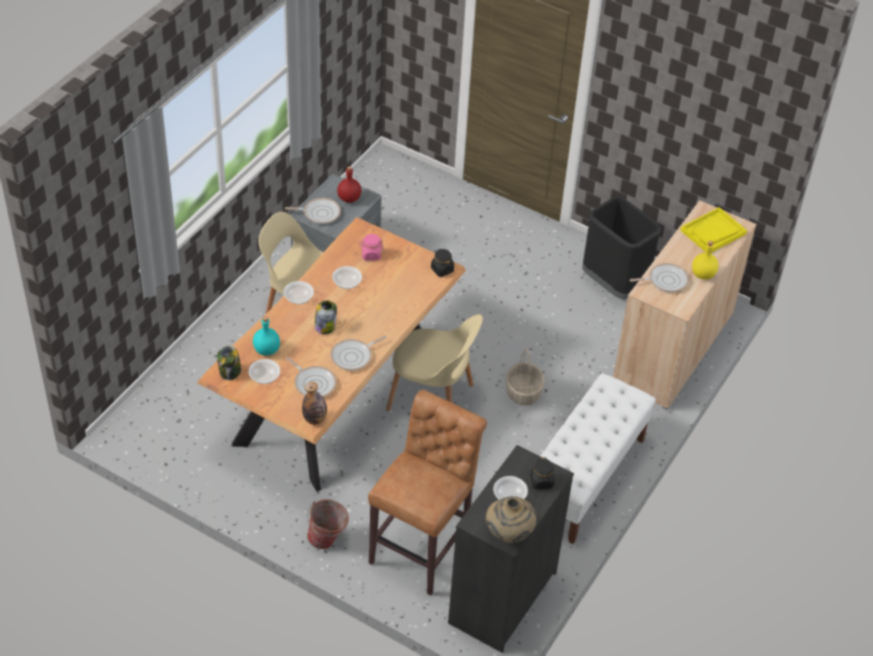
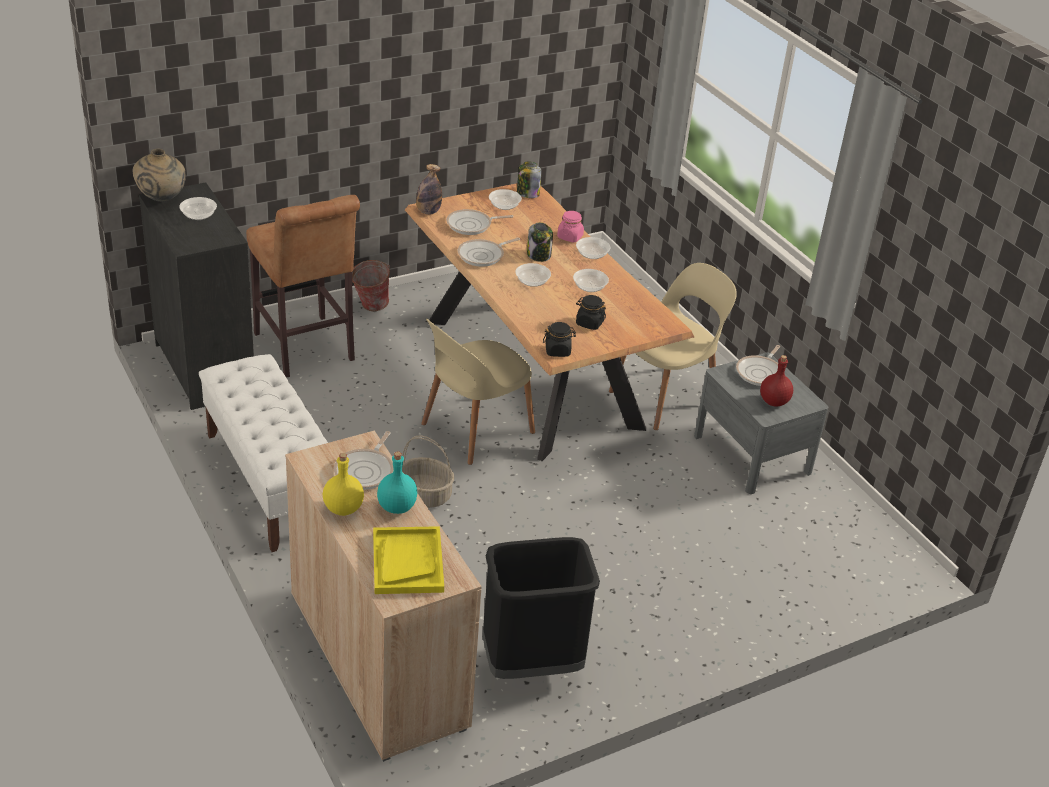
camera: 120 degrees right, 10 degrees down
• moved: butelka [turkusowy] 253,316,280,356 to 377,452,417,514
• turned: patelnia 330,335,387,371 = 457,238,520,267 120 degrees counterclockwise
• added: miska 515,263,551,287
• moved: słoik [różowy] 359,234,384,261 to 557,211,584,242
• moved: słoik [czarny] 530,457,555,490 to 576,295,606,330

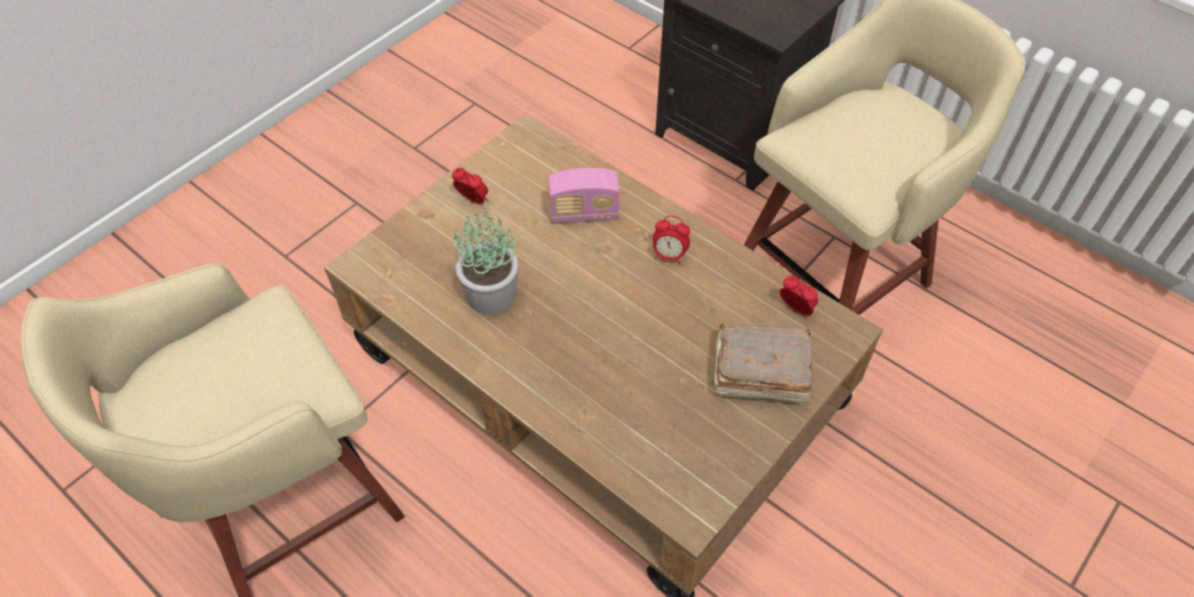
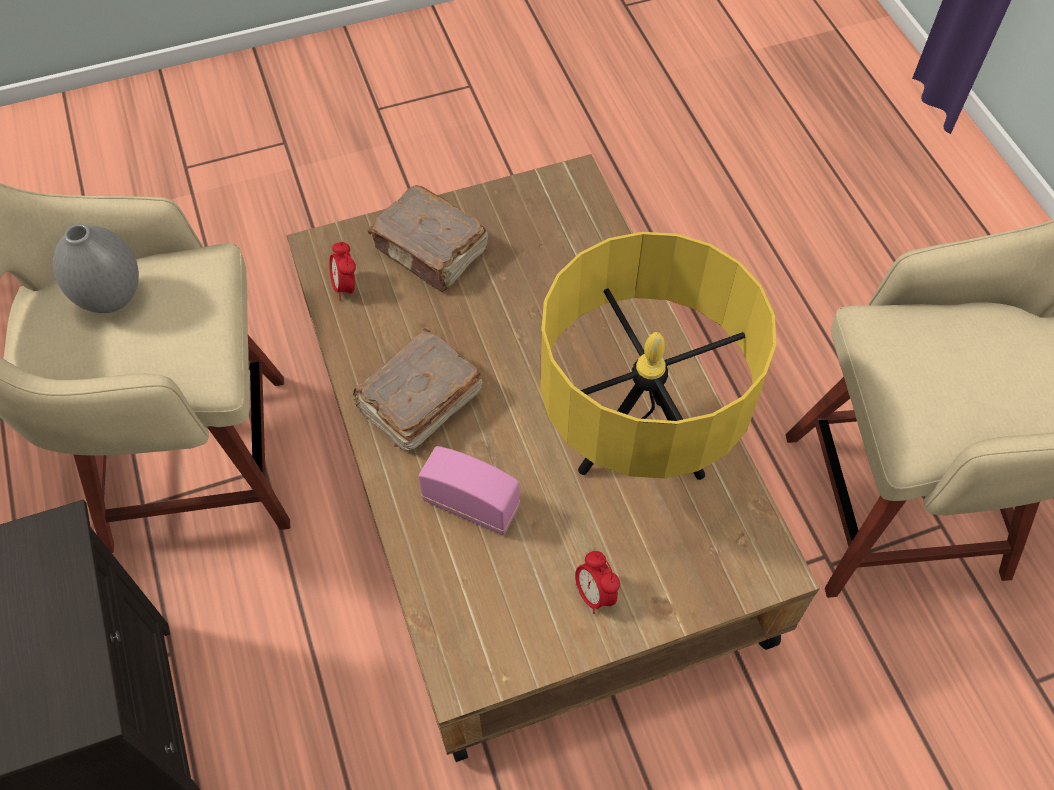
camera: 150 degrees left, 5 degrees up
• added: wazon [szary] 53,224,139,313
• replaced: budzik 653,216,690,265 to książka [brązowy] 353,328,482,452
• replaced: roślina doniczkowa 453,207,519,314 to lampa stołowa [żółty] 540,232,777,480

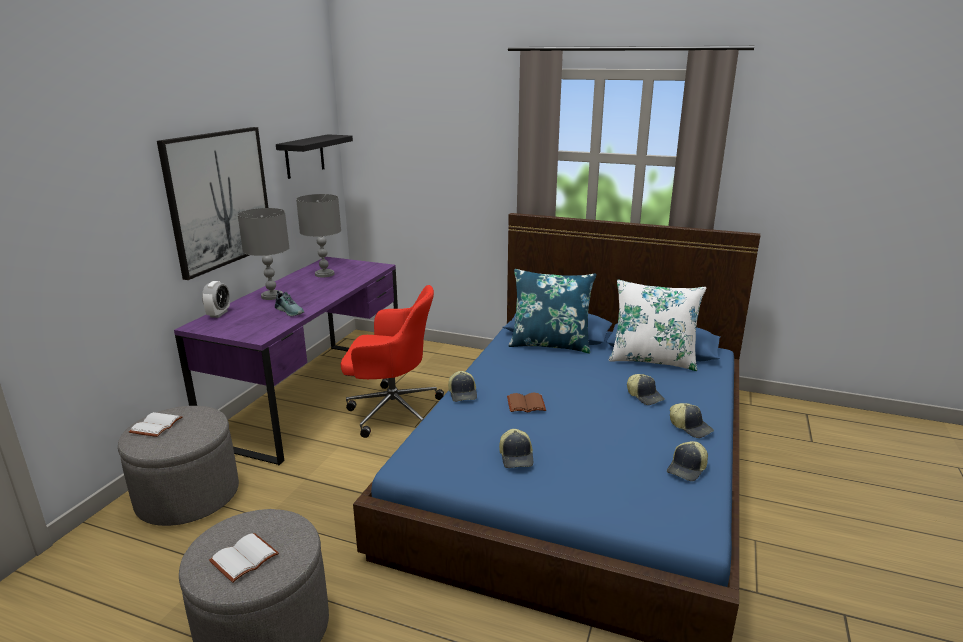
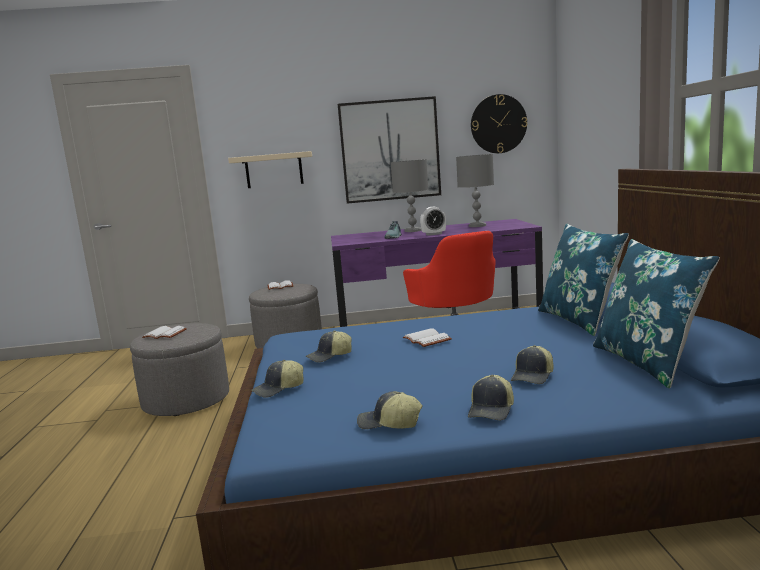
camera: 65 degrees right, 10 degrees down
• added: półka [beżowy] 228,151,312,188
• moved: czapka z daszkiem 448,371,477,402 to 251,360,304,398
• recoloured: książka [brązowy] 507,393,546,412 to książka [biały] 403,329,452,347
• moved: budzik 202,281,230,318 to 420,207,446,236
• replaced: półka [czarny] 276,134,353,179 to zegar ścienny 471,94,527,153
• recoloured: poduszka [biały] 608,280,707,371 to poduszka [niebieski] 593,239,720,388

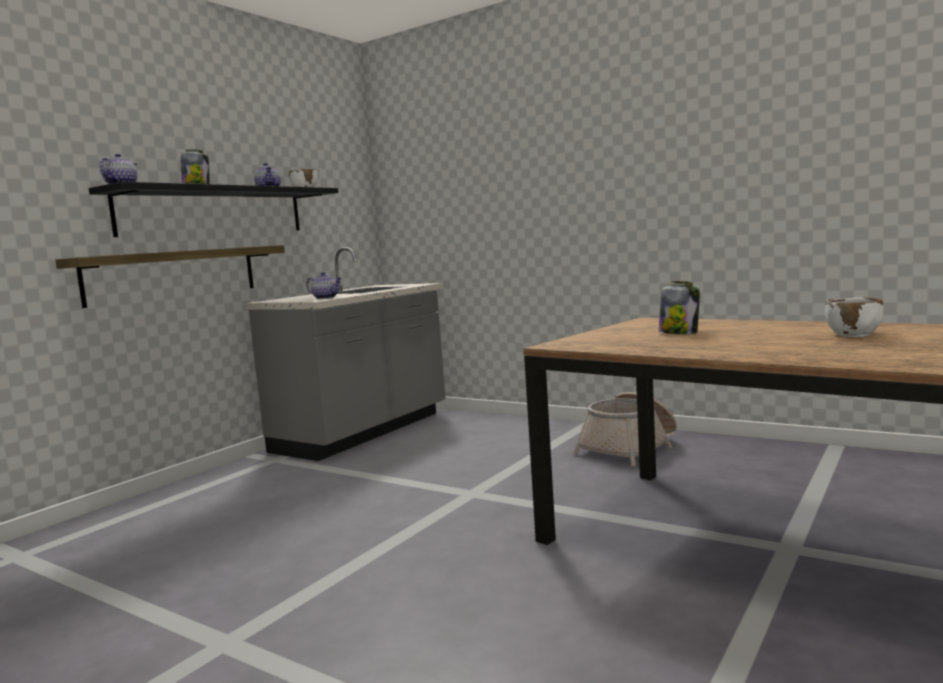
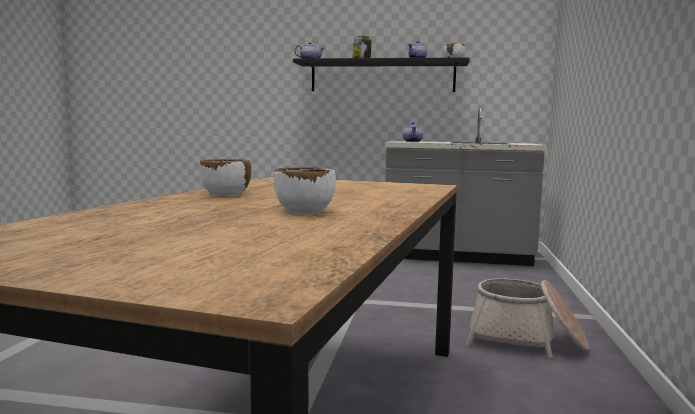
camera: 65 degrees right, 0 degrees up
• added: miska [biały] 199,159,251,196
• removed: półka 55,245,285,308
• removed: słoik 659,281,700,334

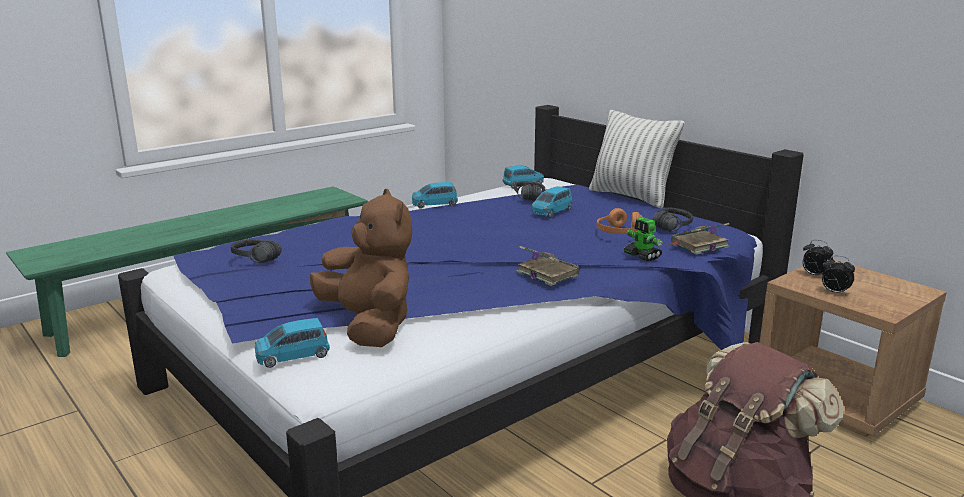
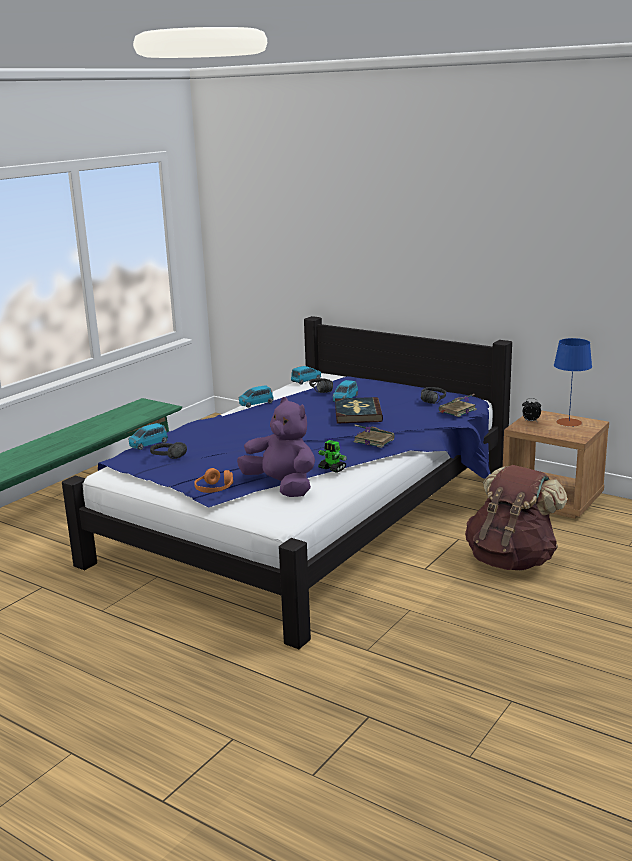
camera: 15 degrees left, 0 degrees up
• moved: samochodzik [niebieski] 255,318,330,368 to 128,423,168,450
• moved: słuchawki [pomarańczowy] 597,208,642,234 to 194,468,233,493
• recoloured: pluszak [brązowy] 310,189,412,347 to pluszak [fioletowy] 237,397,315,497
• moved: robot zabawkowy 624,217,663,262 to 318,440,347,473
• added: książka 335,397,383,424
• added: lampa stołowa [niebieski] 554,338,592,427
• removed: poduszka 589,110,685,208
• removed: budzik 822,255,855,295

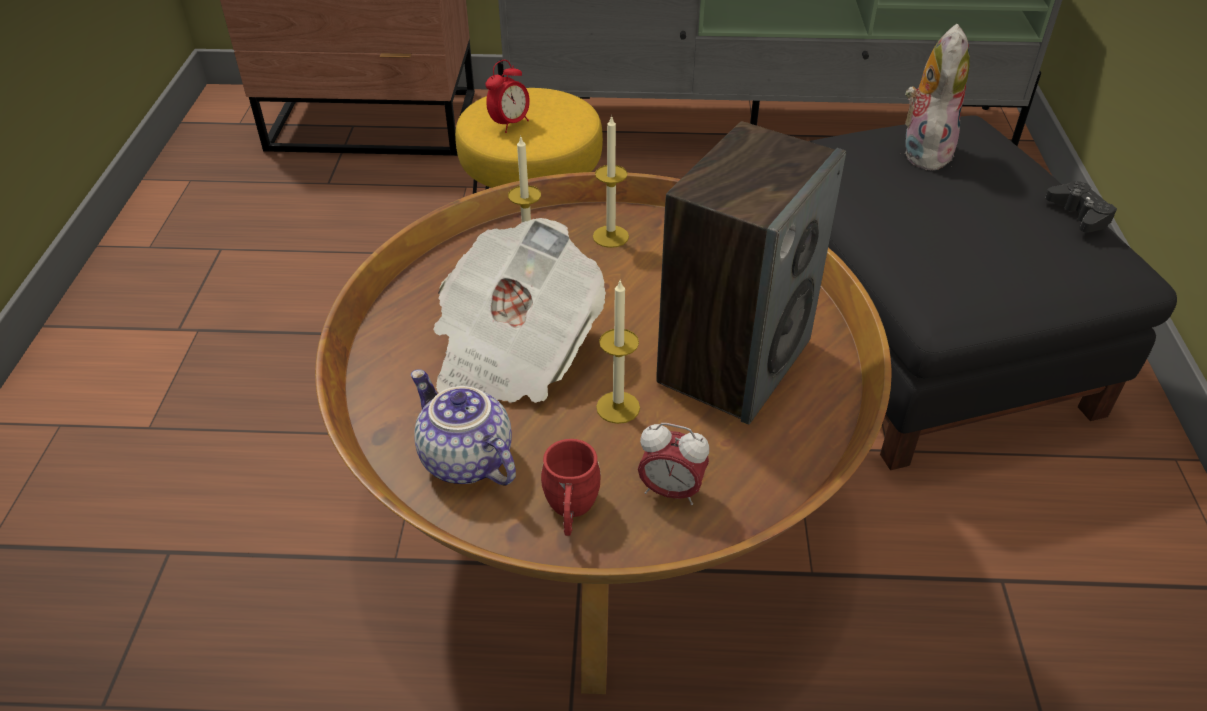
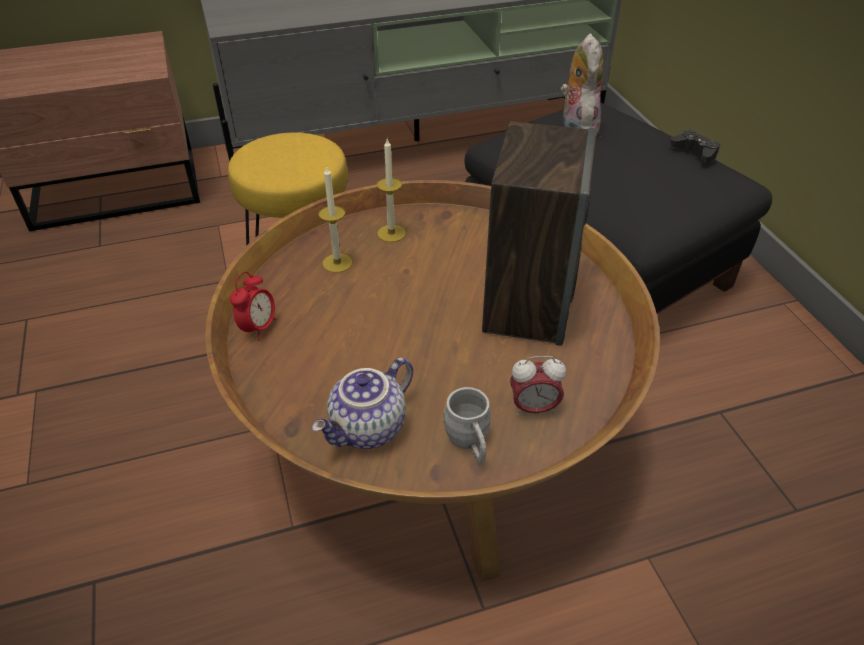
camera: 20 degrees left, 0 degrees up
• moved: budzik 486,60,530,133 to 230,272,276,340
• turned: imbryk 411,369,516,486 = 312,358,413,449 75 degrees counterclockwise
• recoloured: kubek [czerwony] 541,439,601,536 to kubek [szary] 443,387,491,463
• removed: gazeta 433,218,606,403
• removed: świeca 596,281,640,424

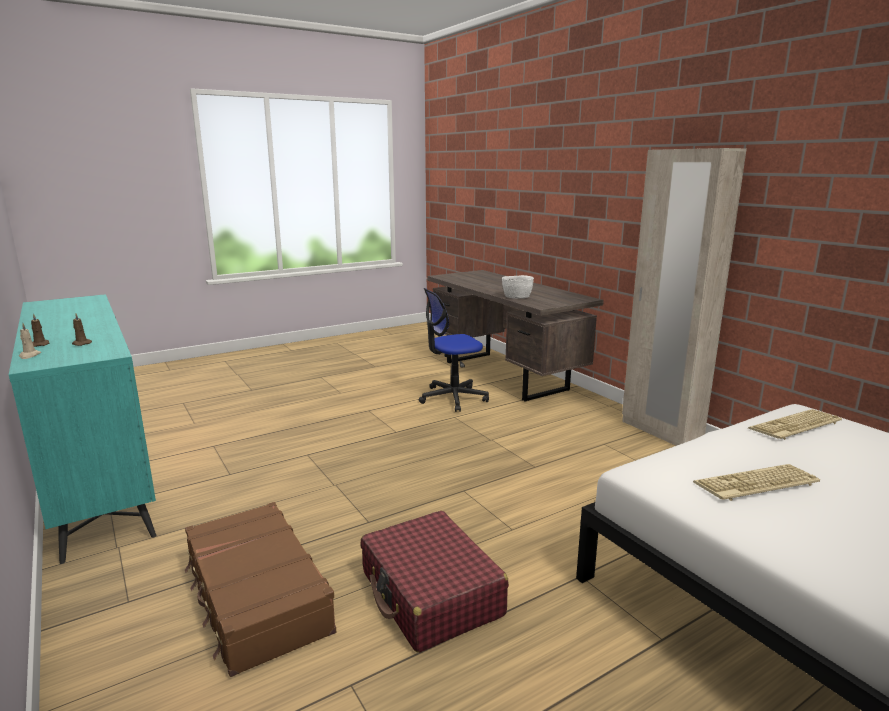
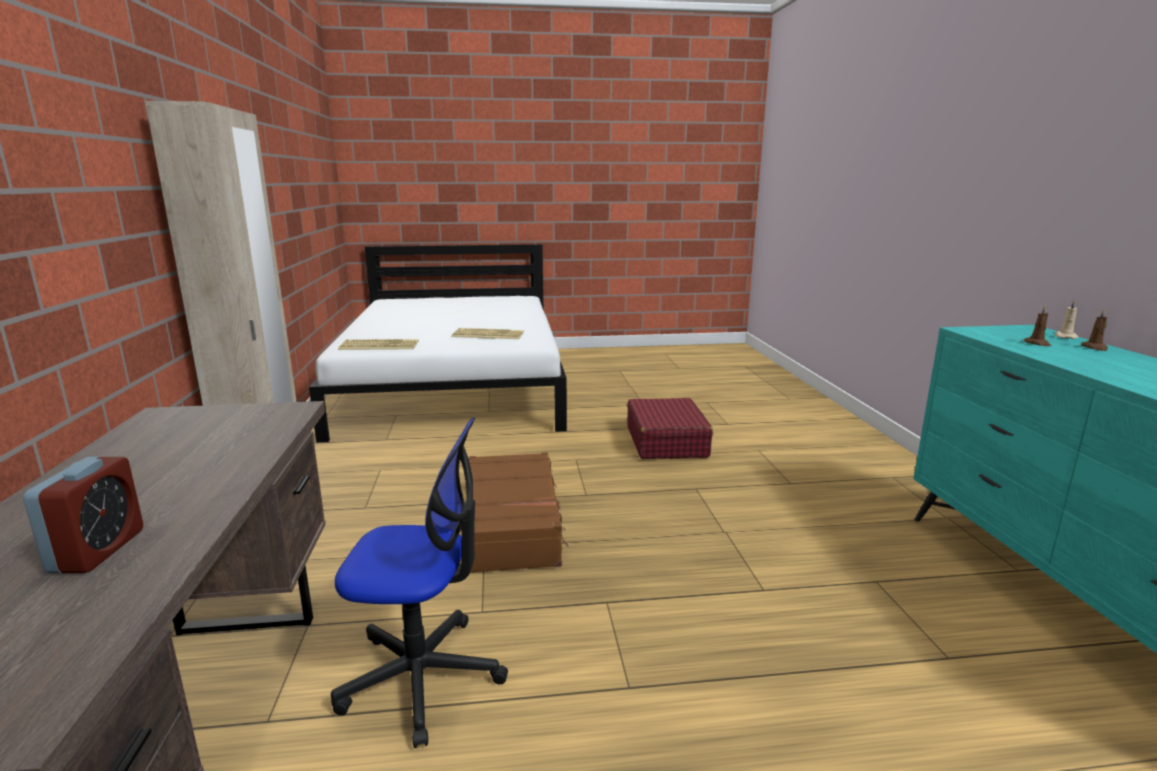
camera: 155 degrees left, 0 degrees up
• added: budzik 23,457,143,573
• moved: walizka [brązowy] 184,502,336,677 to 465,452,569,573
• removed: miska [biały] 502,275,534,299

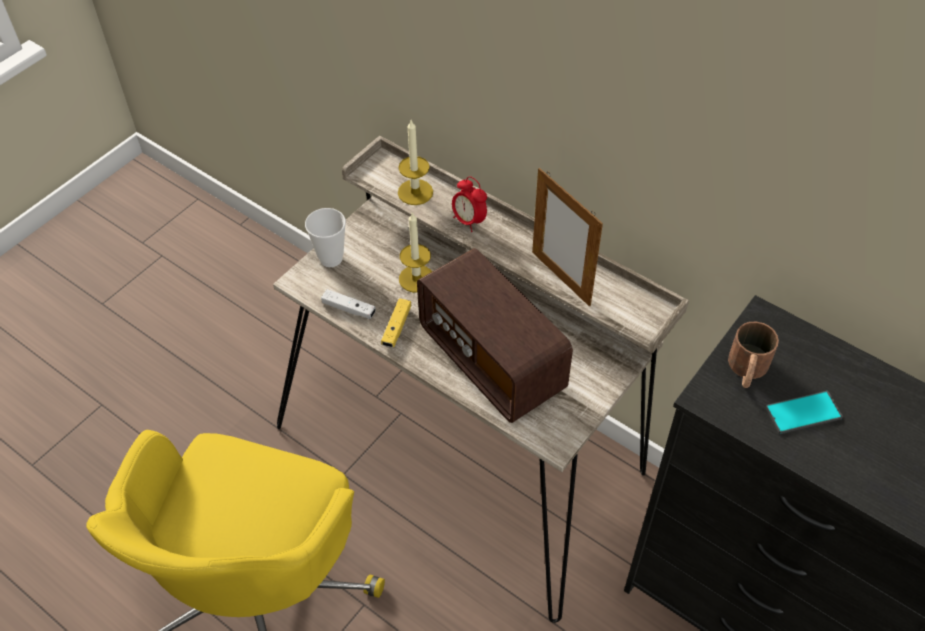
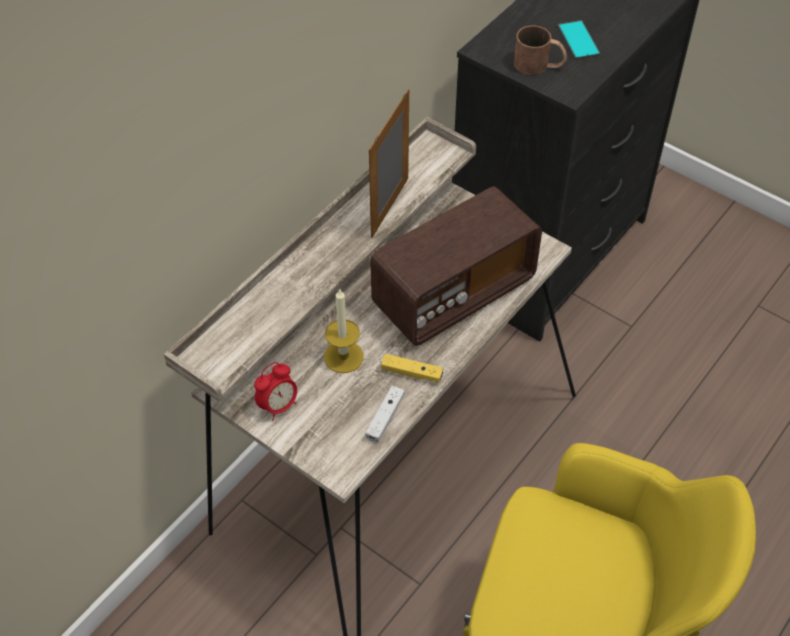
camera: 90 degrees left, 0 degrees up
• moved: budzik 452,176,487,232 to 254,362,297,421
• turned: ramka na zdjęcie 532,168,603,307 = 369,89,409,238 150 degrees clockwise
• removed: filiżanka 305,208,346,267
• removed: świeca 398,120,433,205

